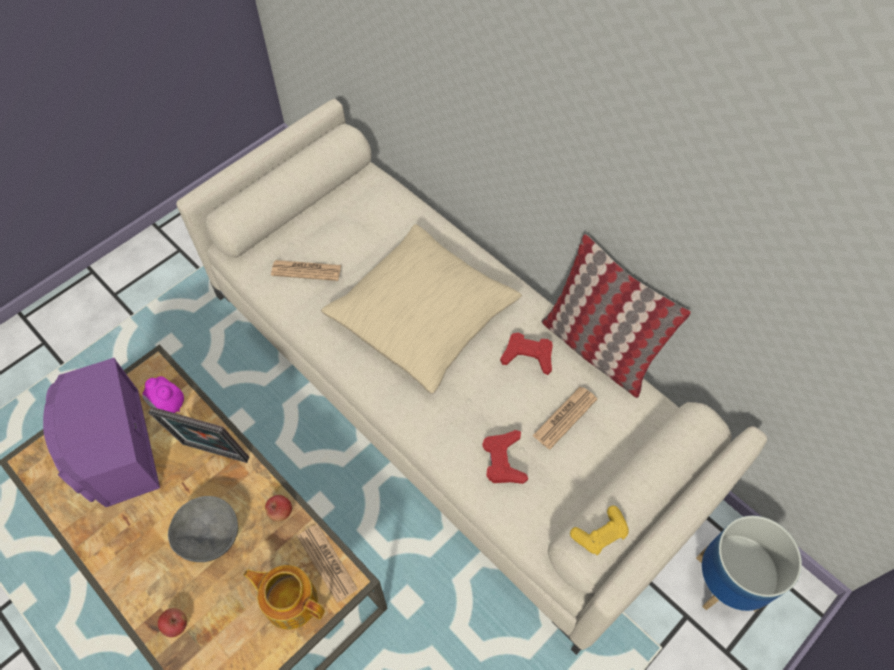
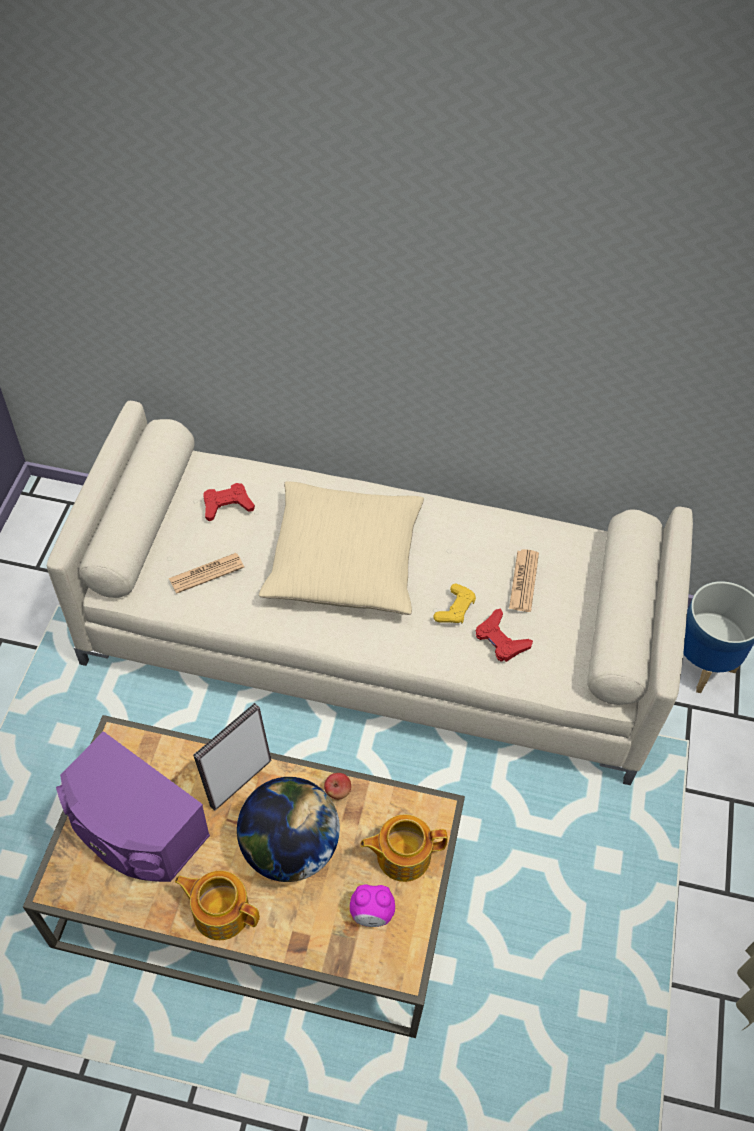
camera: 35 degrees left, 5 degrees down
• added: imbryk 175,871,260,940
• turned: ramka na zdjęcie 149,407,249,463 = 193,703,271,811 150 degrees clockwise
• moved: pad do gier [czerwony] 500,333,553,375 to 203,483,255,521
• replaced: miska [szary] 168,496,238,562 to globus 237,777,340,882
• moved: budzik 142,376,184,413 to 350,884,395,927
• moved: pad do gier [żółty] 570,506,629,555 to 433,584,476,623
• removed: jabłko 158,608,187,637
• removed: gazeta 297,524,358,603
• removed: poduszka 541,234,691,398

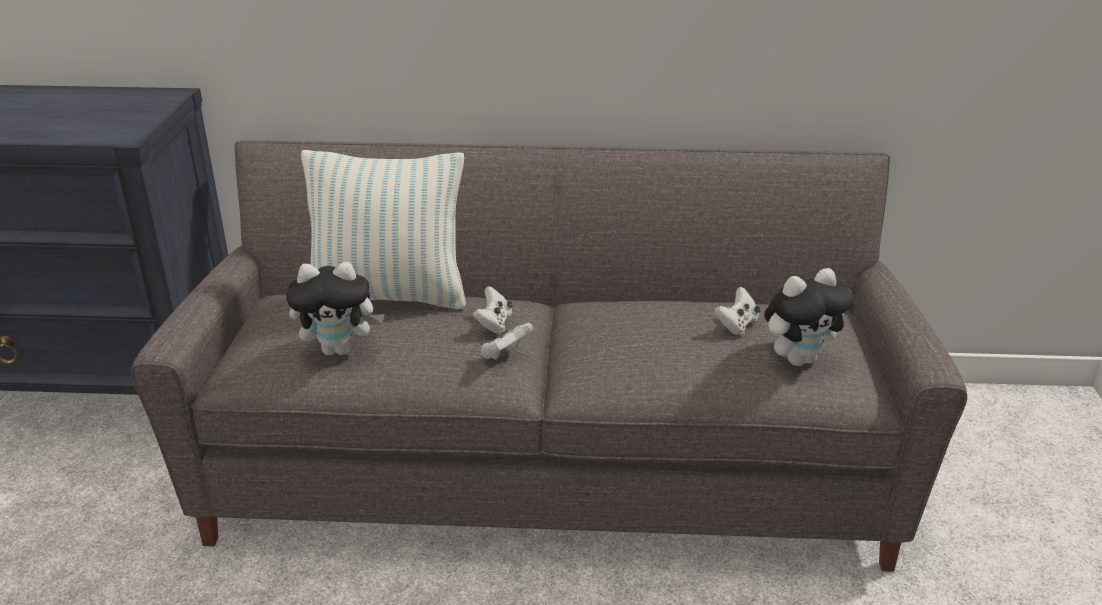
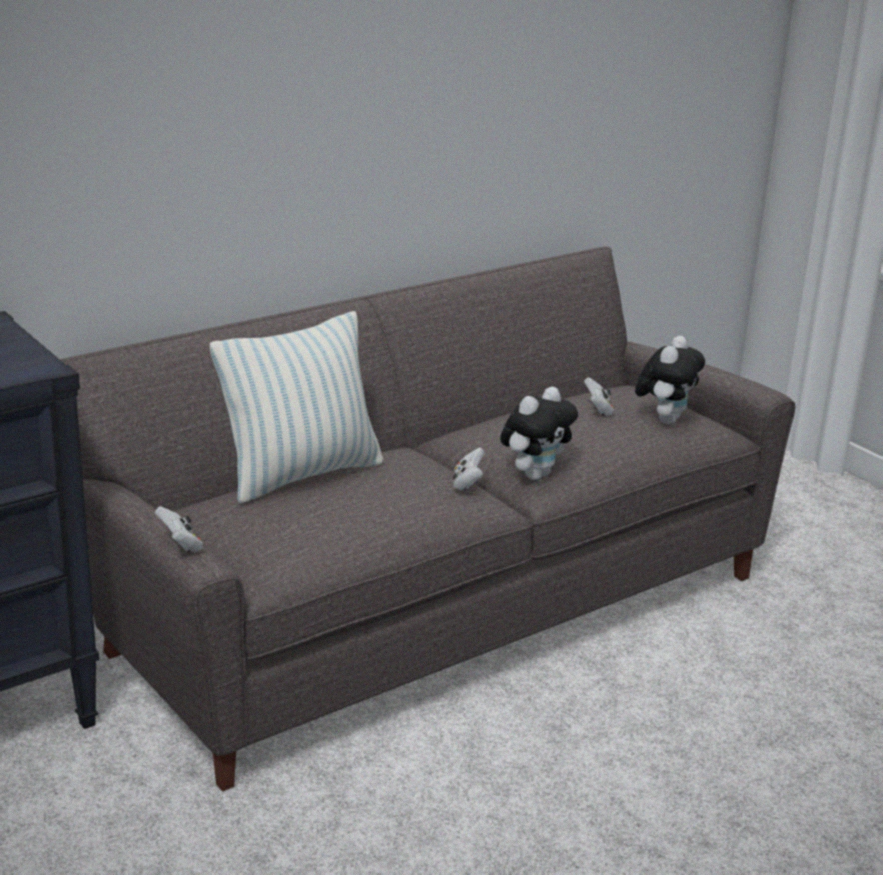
camera: 40 degrees left, 5 degrees down
• moved: pad do gier [biały] 473,286,513,334 to 155,506,203,552
• moved: pluszak 286,262,385,355 to 500,387,578,480

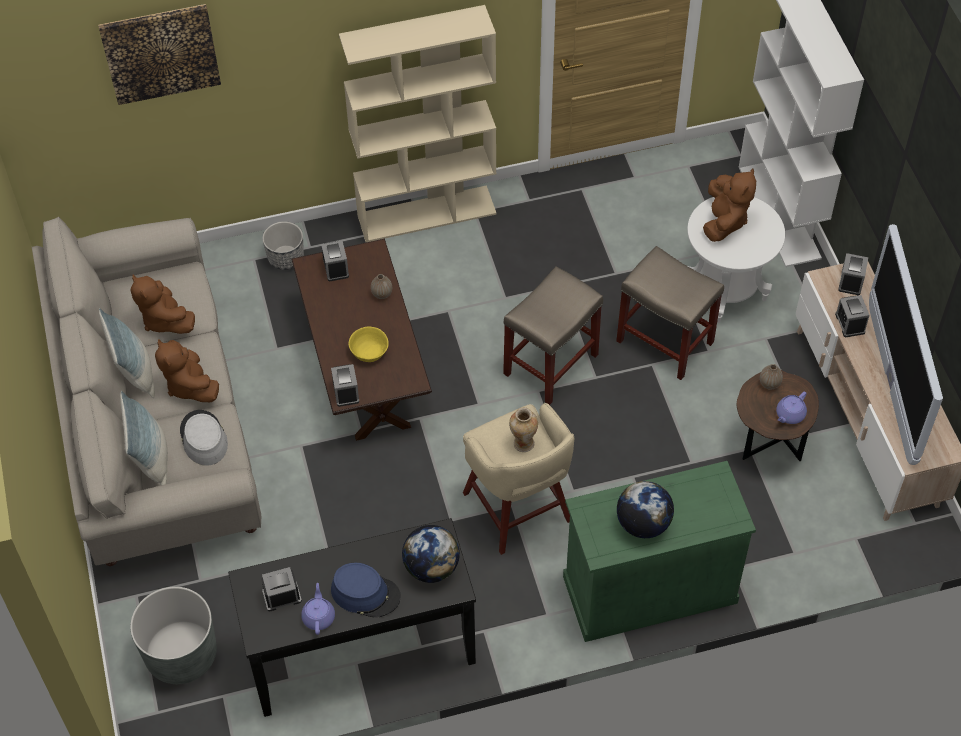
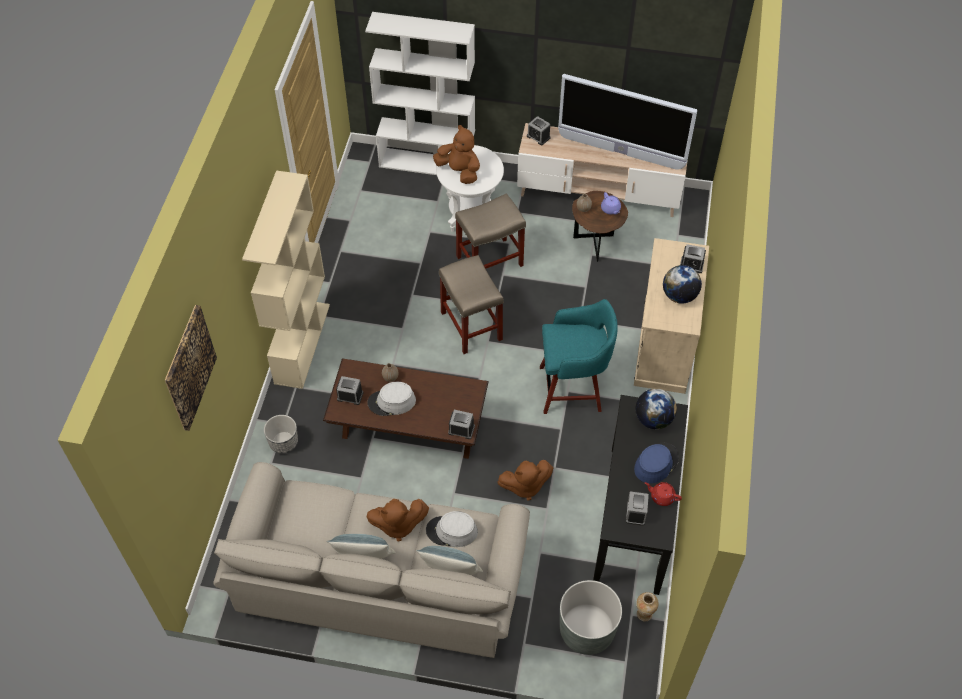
camera: 65 degrees left, 0 degrees up
• added: kapelusz [szary] 367,382,416,416
• moved: pluszak [brązowy] 131,274,195,334 to 497,460,553,500
• recoloured: stołek [beżowy] 463,403,574,555 to stołek [turkusowy] 540,299,618,414
• recoloured: szafka [zielony] 563,461,756,642 to szafka [beżowy] 634,238,709,394
• moved: wazon 509,407,538,452 to 636,592,659,621
• recoloured: imbryk [fioletowy] 301,583,335,635 to imbryk [czerwony] 645,482,682,506
• moved: budzik 835,295,869,337 to 680,244,706,273
• removed: miska [żółty] 349,327,389,362

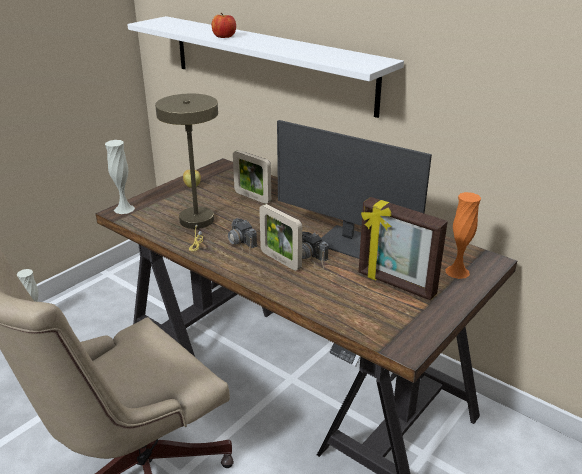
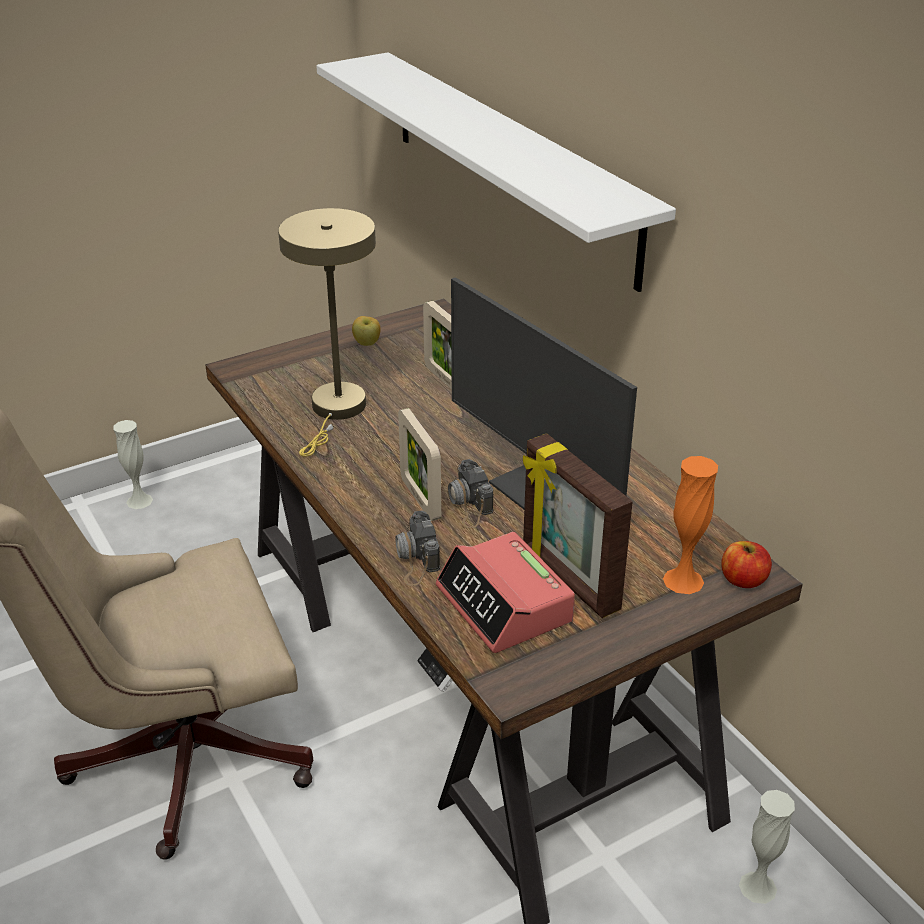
camera: 20 degrees right, 5 degrees up
• moved: aparat fotograficzny 226,218,257,256 to 395,510,440,586
• added: budzik 435,532,575,653
• moved: jabłko 212,13,236,38 to 721,541,772,588
• moved: wazon [biały] 105,140,135,214 to 739,790,795,904

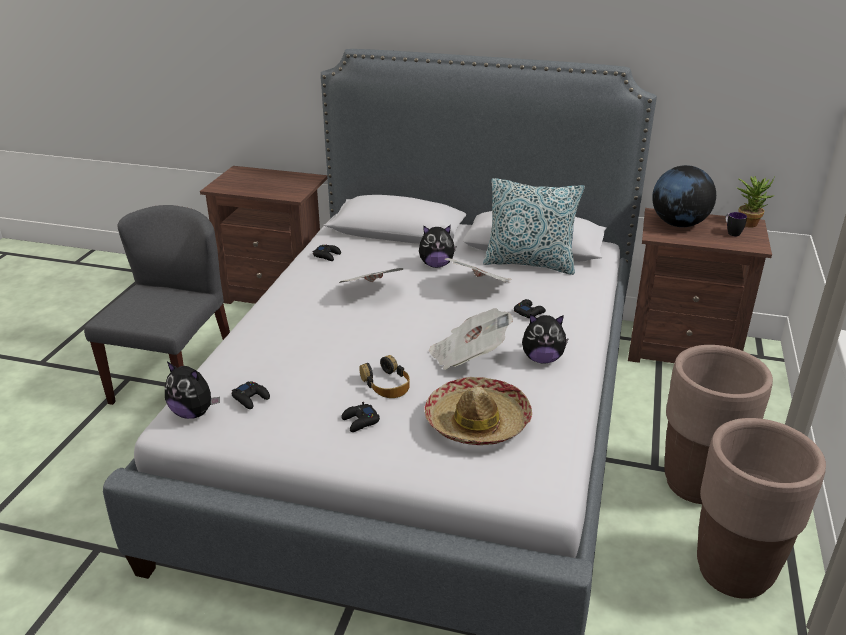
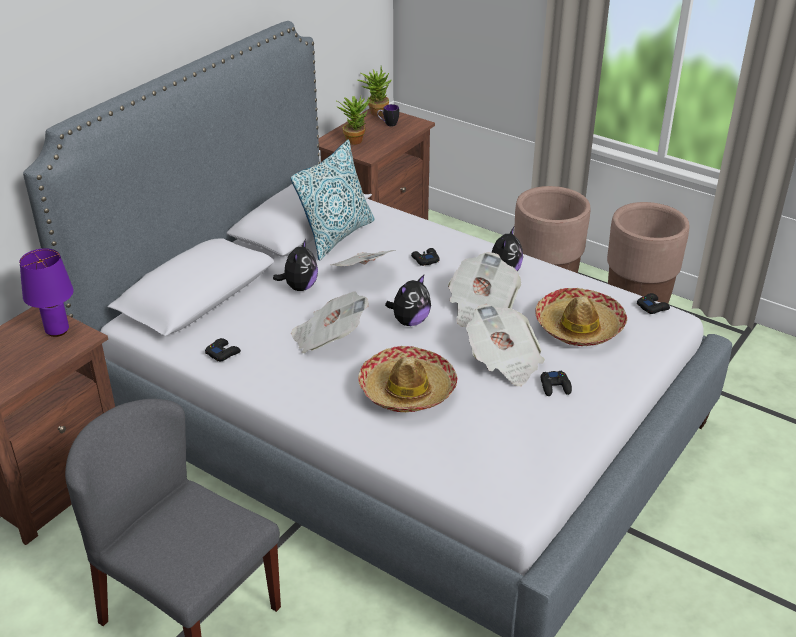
camera: 70 degrees left, 5 degrees up
• added: lampa stołowa [fioletowy] 19,248,74,337
• replaced: globus 652,165,716,227 to roślina doniczkowa 336,96,370,145
• added: kapelusz 358,346,457,412
• moved: pluszak 165,361,220,419 to 385,275,431,326
• replaced: słuchawki 359,355,410,398 to gazeta 466,304,545,386
• moved: pad do gier [czarny] 232,381,270,409 to 637,293,670,314

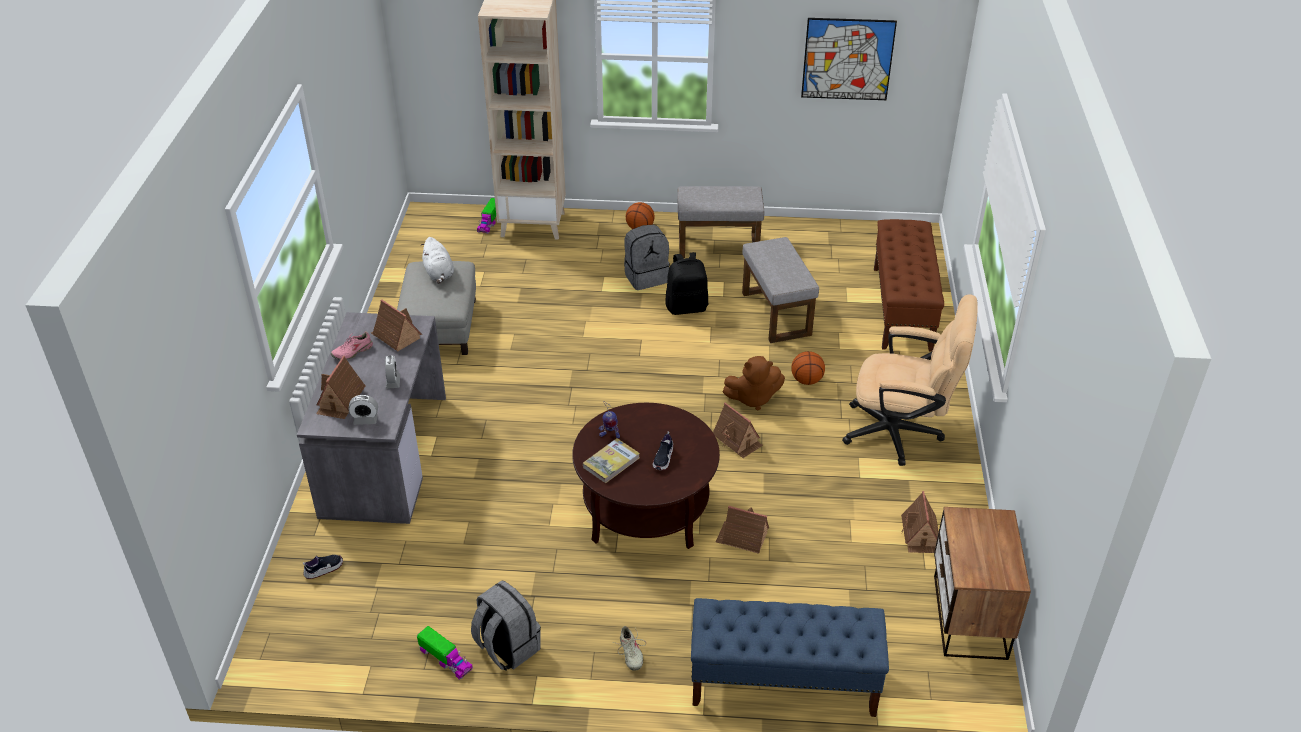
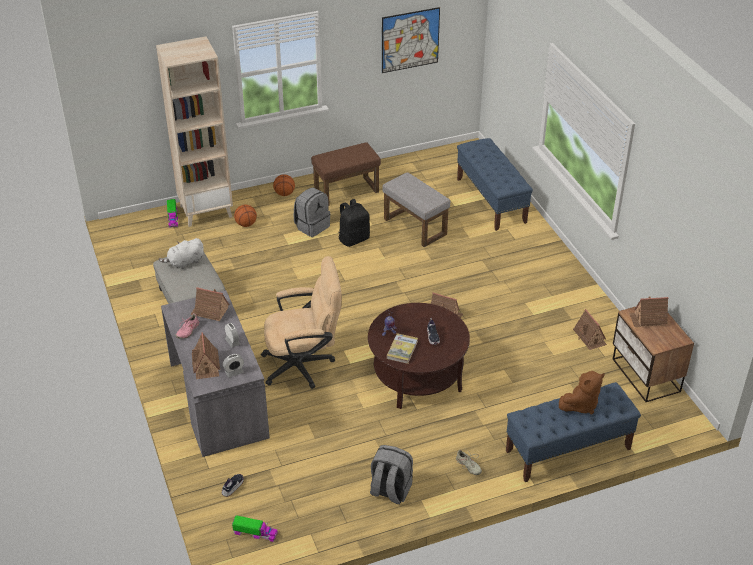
camera: 25 degrees left, 0 degrees up
• turned: pluszak [biały] 421,237,454,284 = 159,238,204,269 105 degrees clockwise
• moved: ciężarówka zabawkowa 417,626,473,680 to 232,515,278,542
• moved: piłka do koszykówki 791,351,825,385 to 234,204,257,227
• moved: krzesło biurowe [beżowy] 842,294,978,466 to 261,256,342,389
• recoloured: pufa [szary] 677,186,764,258 to pufa [brązowy] 311,142,381,206
• recoloured: ławka [brązowy] 874,219,944,352 to ławka [niebieski] 457,138,533,231
• moved: pluszak [brązowy] 723,356,785,410 to 559,371,605,414
• moved: domek 716,506,769,554 to 629,297,669,327

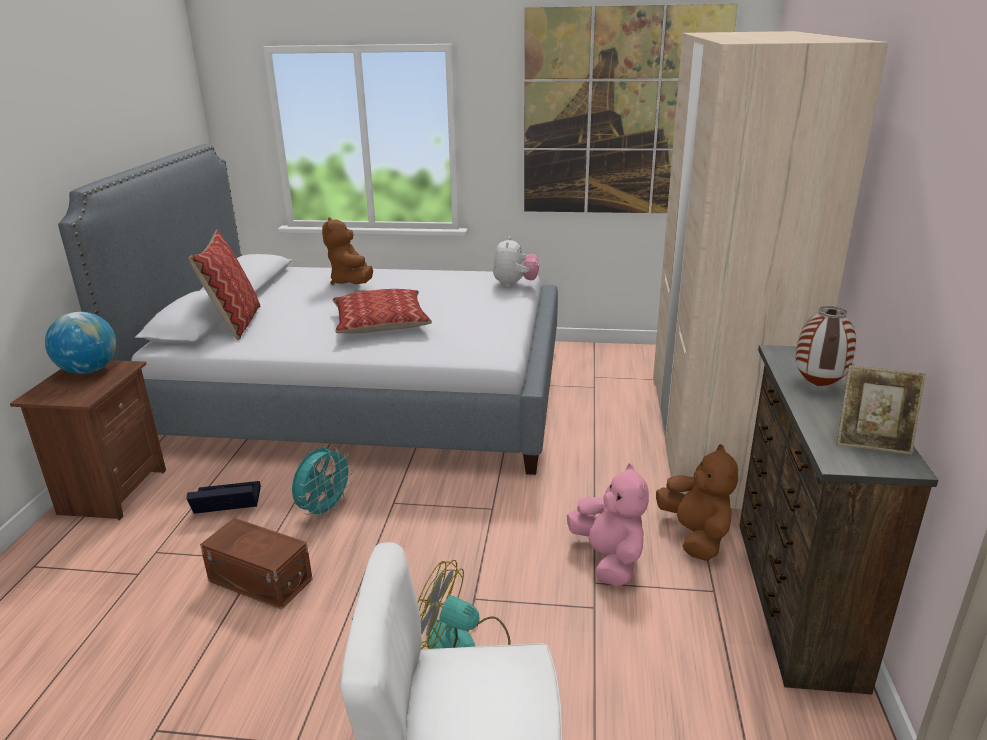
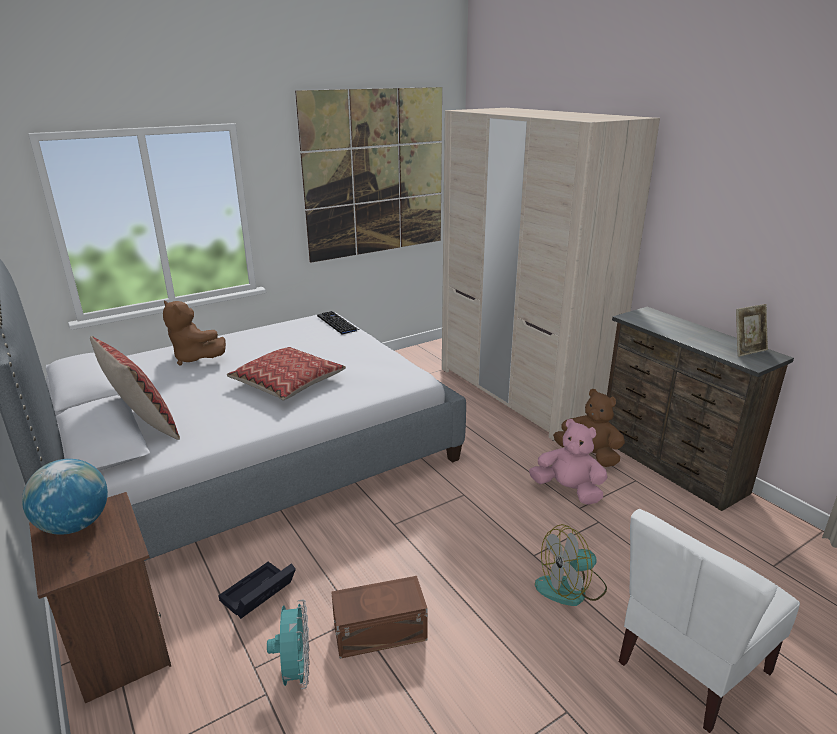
camera: 40 degrees left, 0 degrees up
• moved: wentylator [turkusowy] 292,447,354,519 to 267,599,310,689
• replaced: pluszak 493,236,539,287 to klawiatura 317,311,359,334
• removed: wazon 796,306,856,386

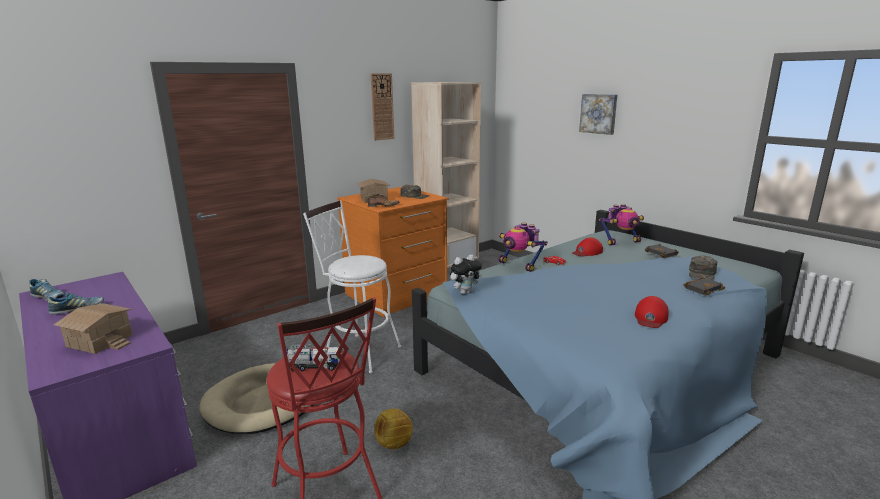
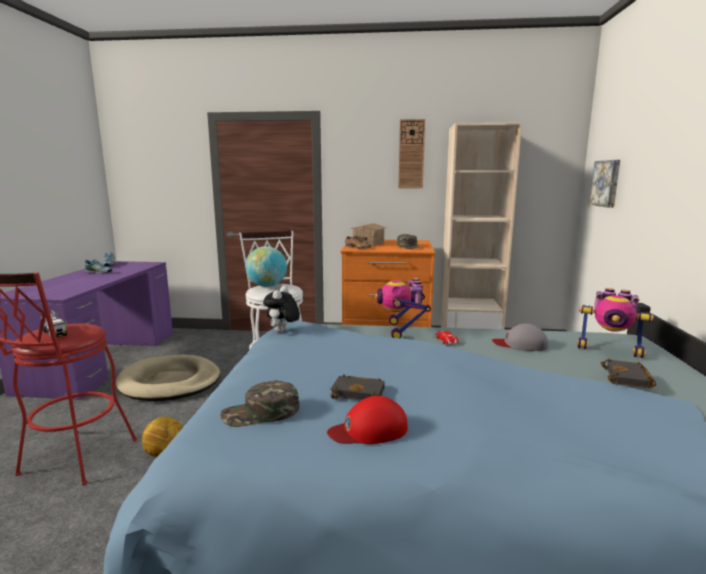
camera: 45 degrees right, 5 degrees down
• moved: czapka z daszkiem [zielony] 689,255,717,280 to 221,380,299,427
• added: globus 246,246,287,287
• turned: pluszak 450,254,482,294 = 263,286,300,332 90 degrees clockwise
• moved: książka [czarny] 684,277,725,296 to 330,374,385,401
• recoloured: czapka z daszkiem [czerwony] 572,237,603,257 to czapka z daszkiem [szary] 492,323,548,351
• moved: obraz 579,94,617,135 to 589,160,620,208
• removed: domek 54,303,132,354

